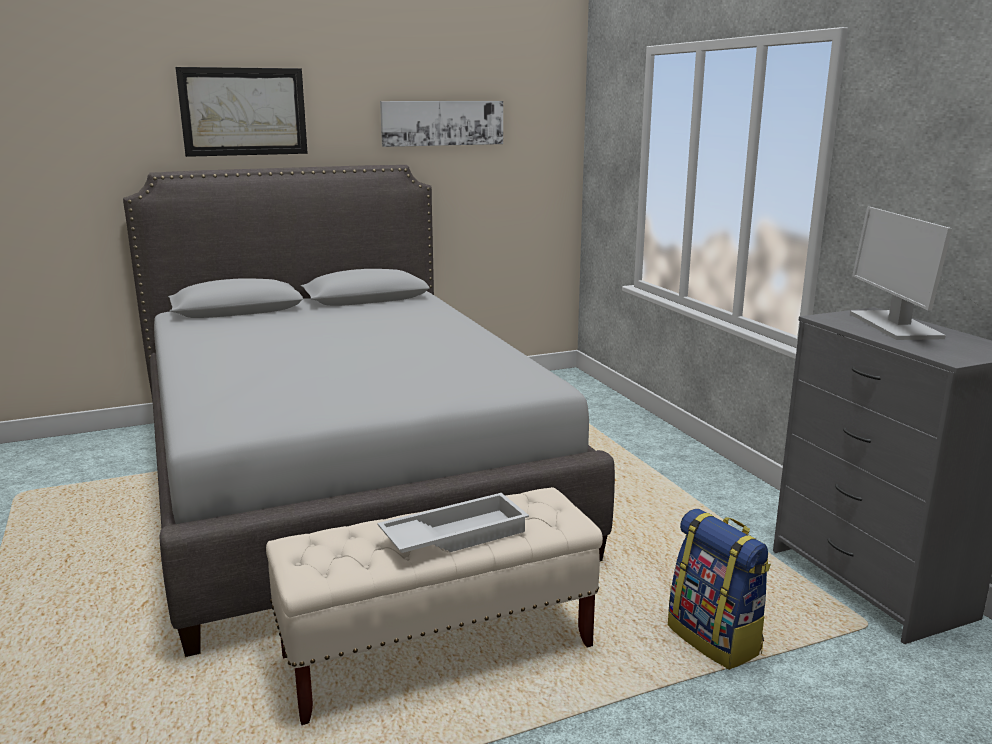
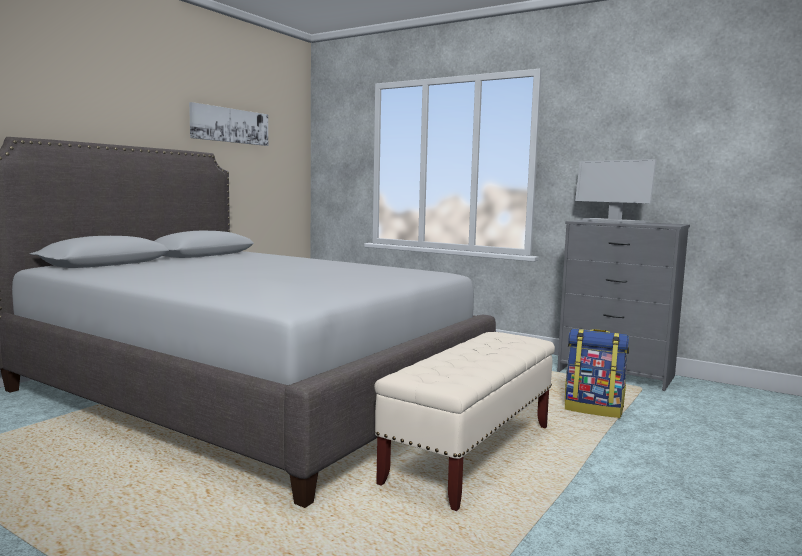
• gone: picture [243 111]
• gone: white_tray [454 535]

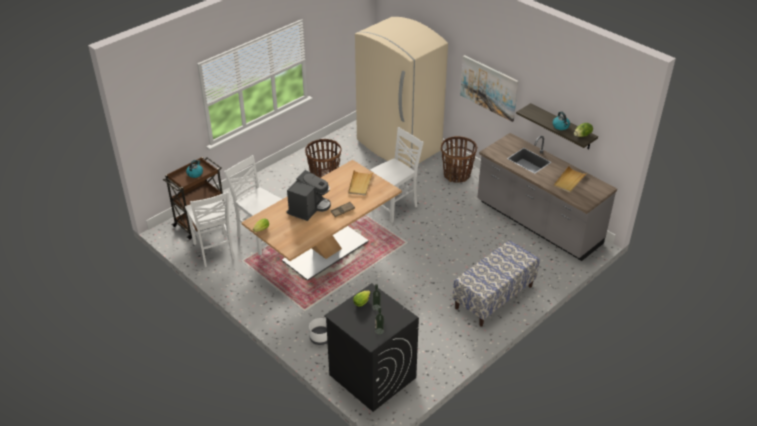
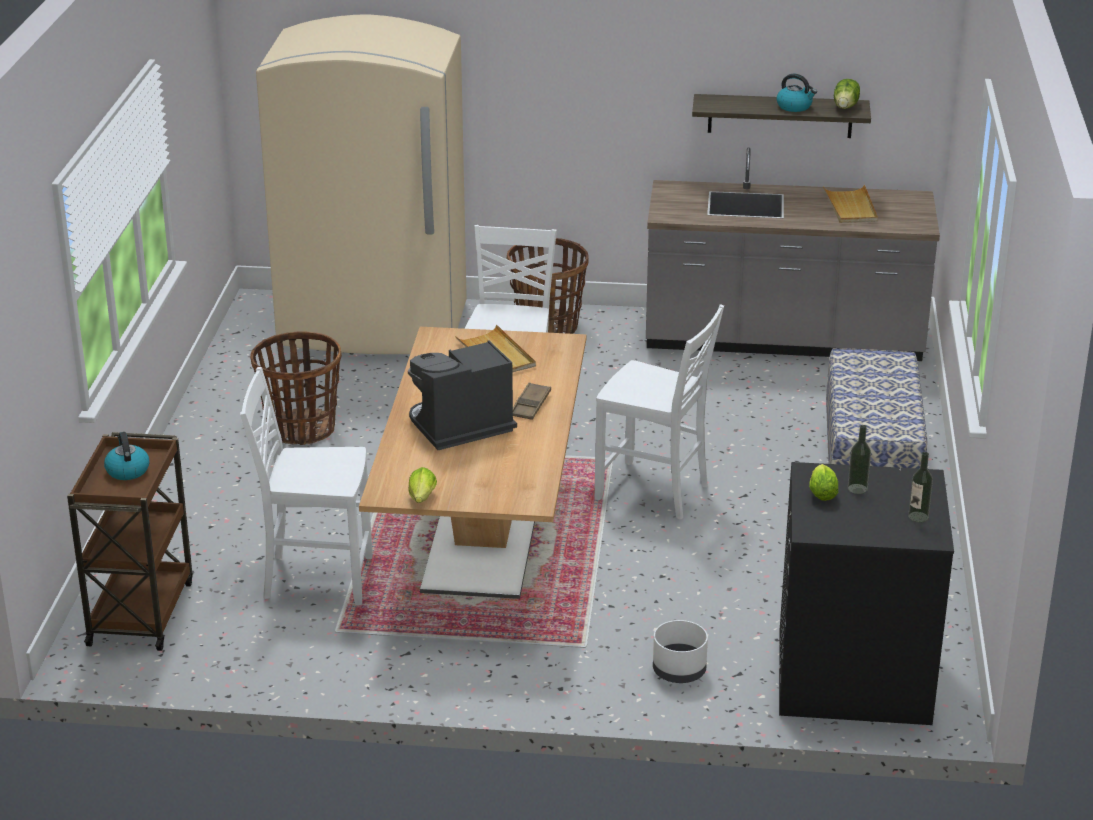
• shifted: white_chair [214 251] to [654 492]
• rotated: coffee_machine [309 208] = [459 428] 105 degrees counterclockwise
• gone: picture [489 87]

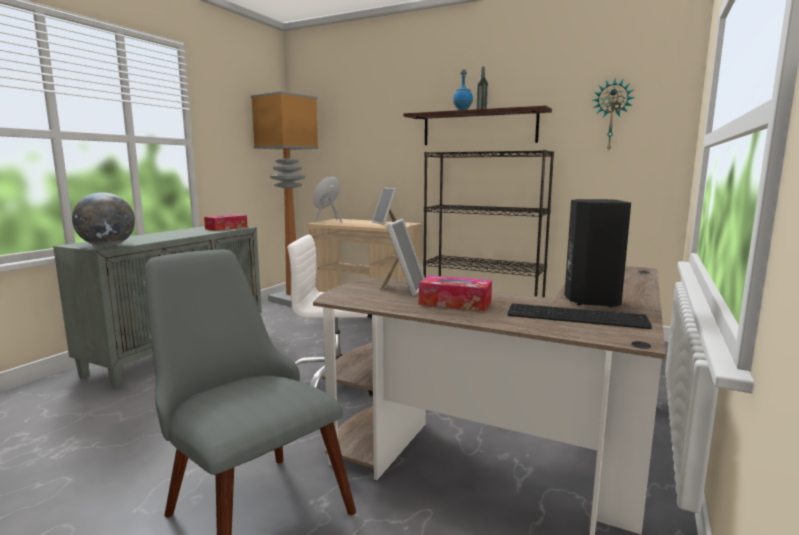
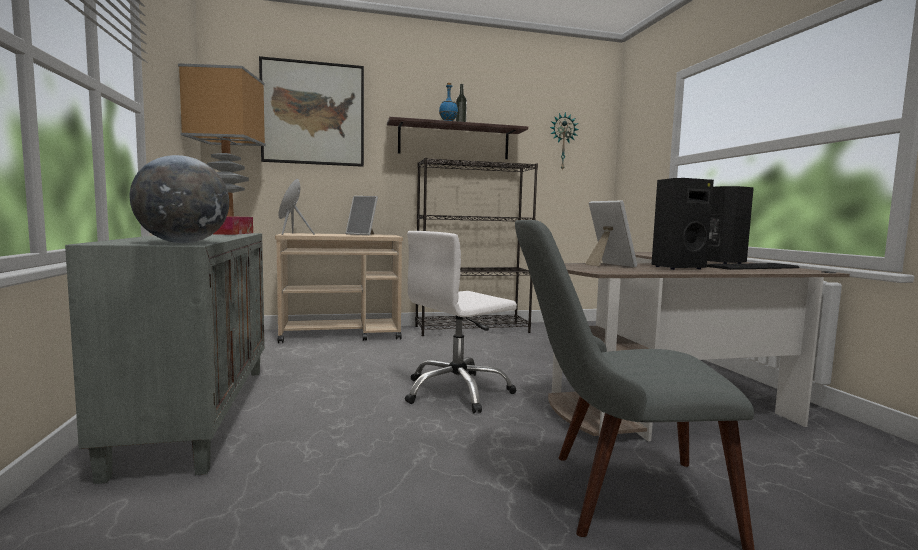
• swapped: tissue_box [455 303] to black_speaker [676 268]
• new: picture [313 114]

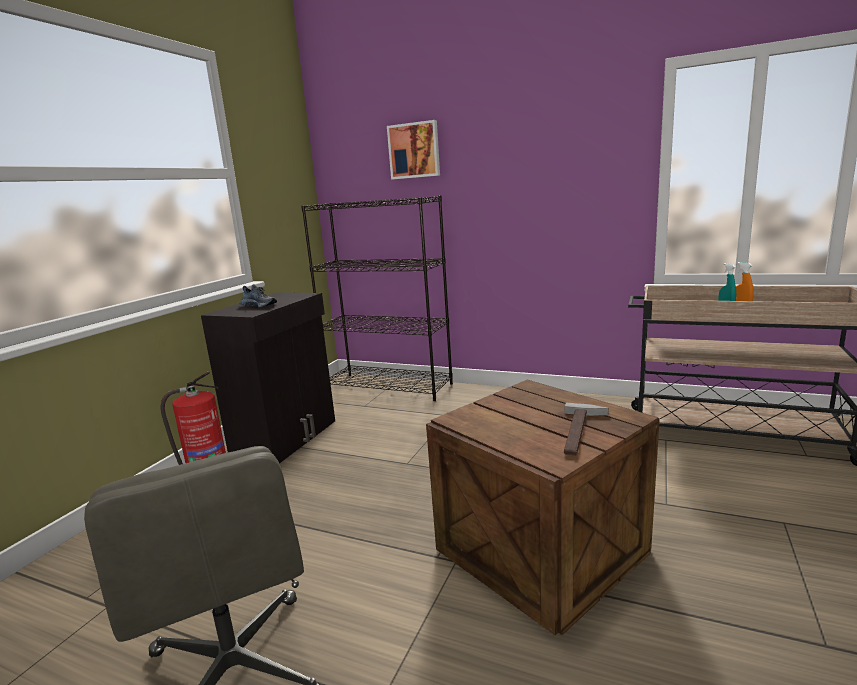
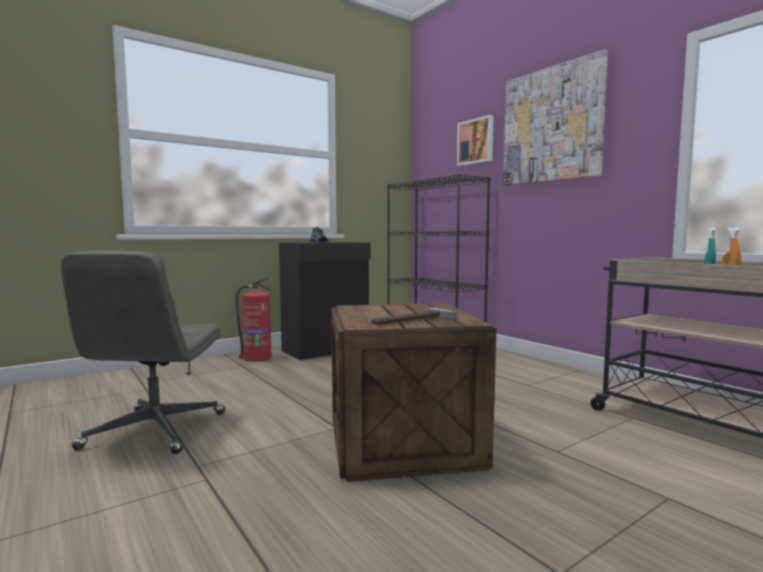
• new: picture [552 125]

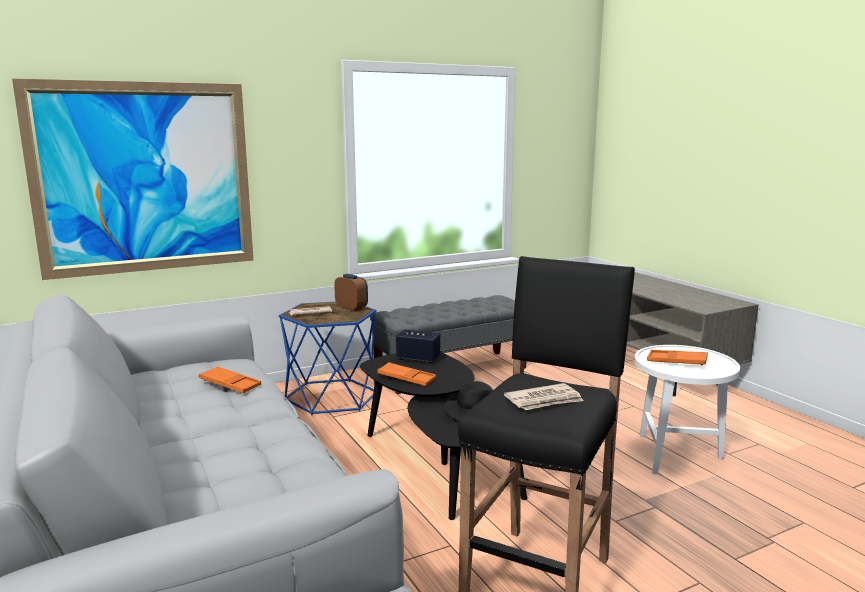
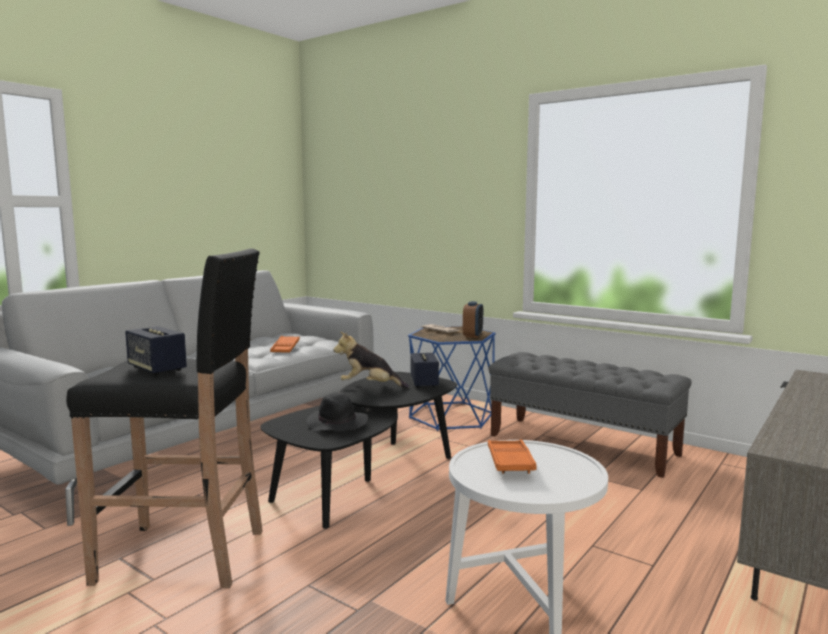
• gone: picture [145 178]
• swapped: orange_tray [406 378] to plush_toy [369 386]
• swapped: newspaper [544 400] to speaker [157 369]

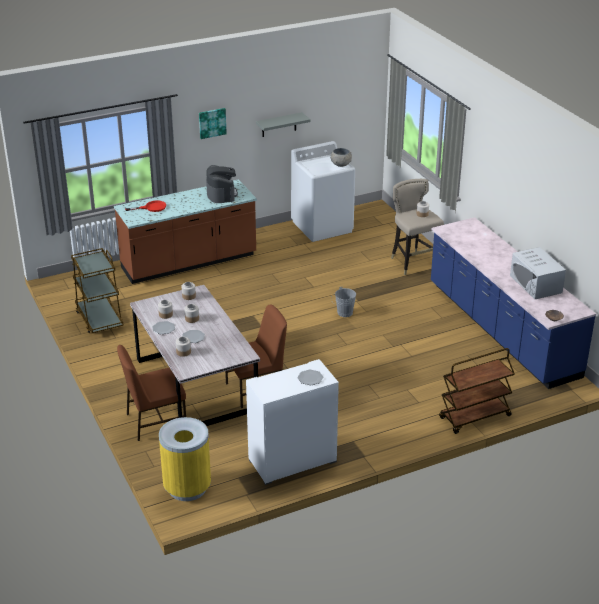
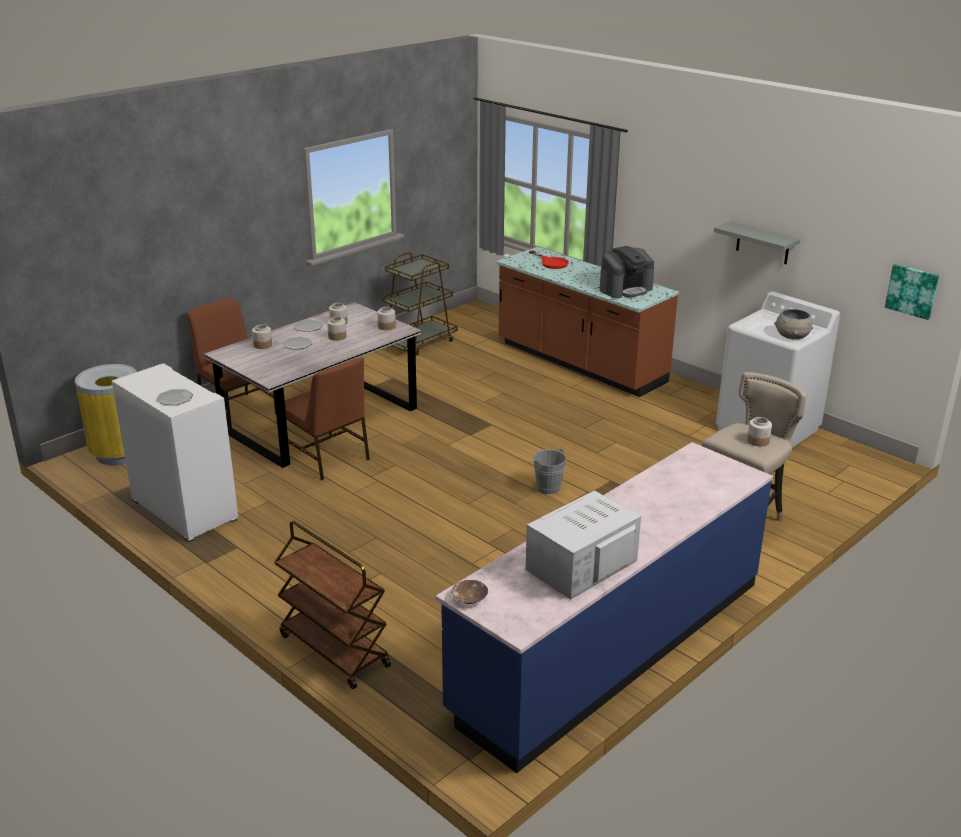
• shifted: picture [212 123] to [912 291]

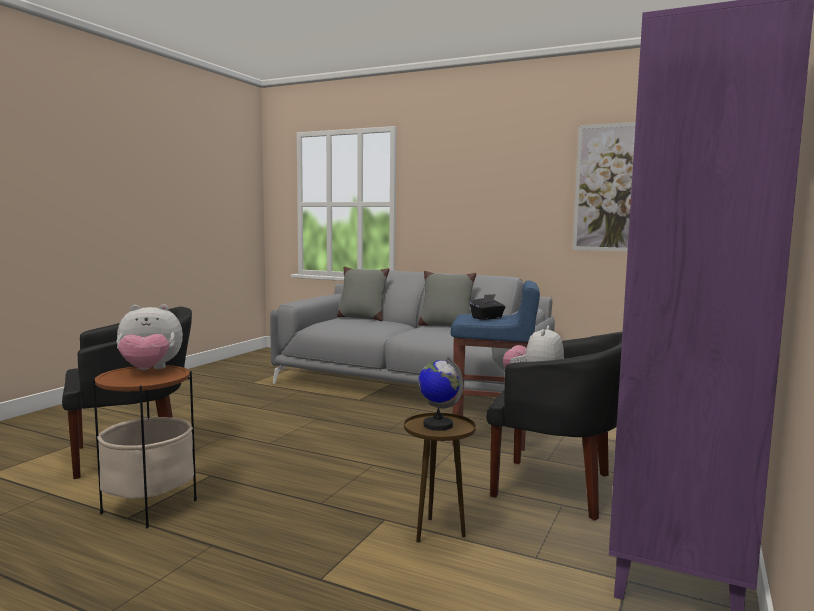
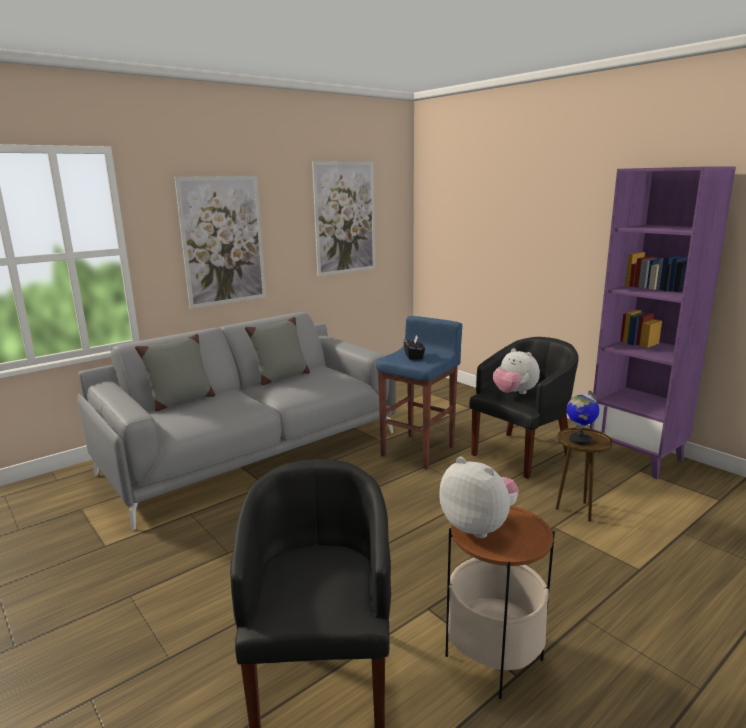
• rotated: plush_toy [150 370] = [478 526] 60 degrees counterclockwise
• new: picture [223 241]

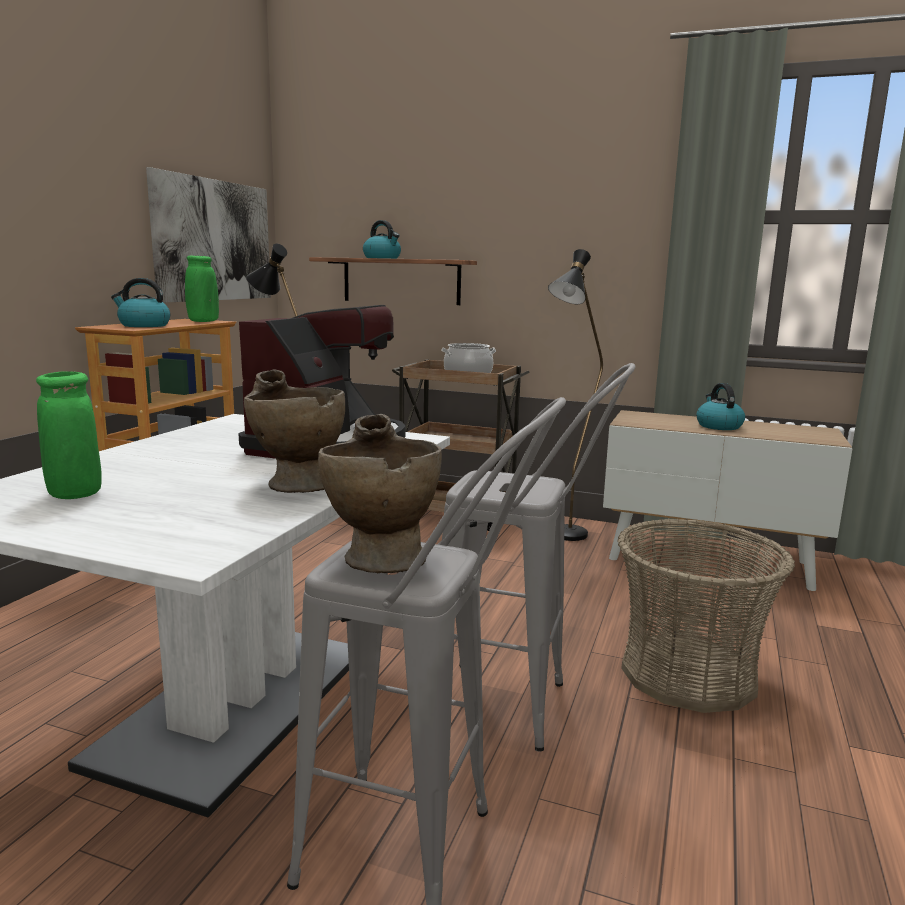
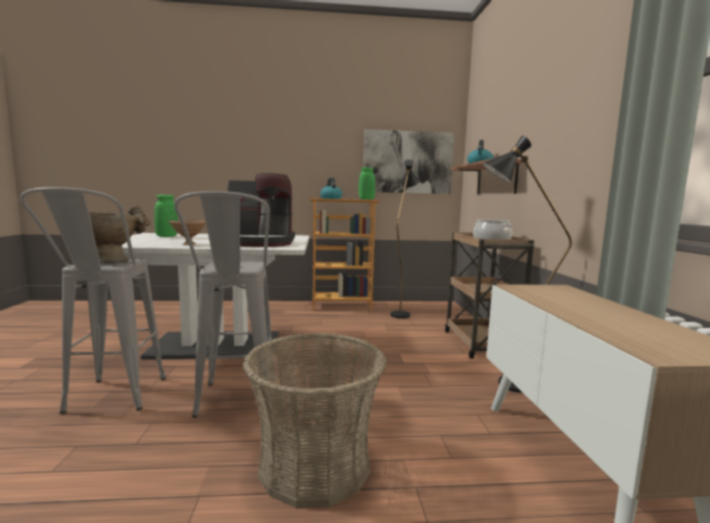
• swapped: beige_vase [293 484] to brown_bowl [188 244]
• gone: kettle [718 426]

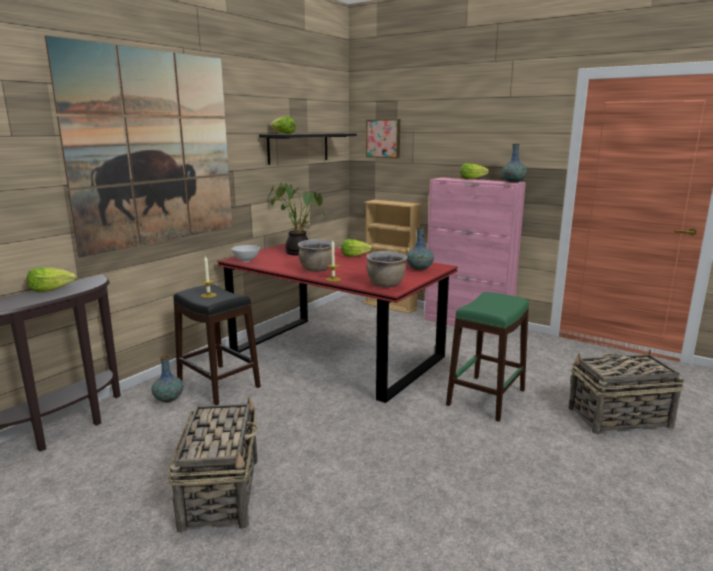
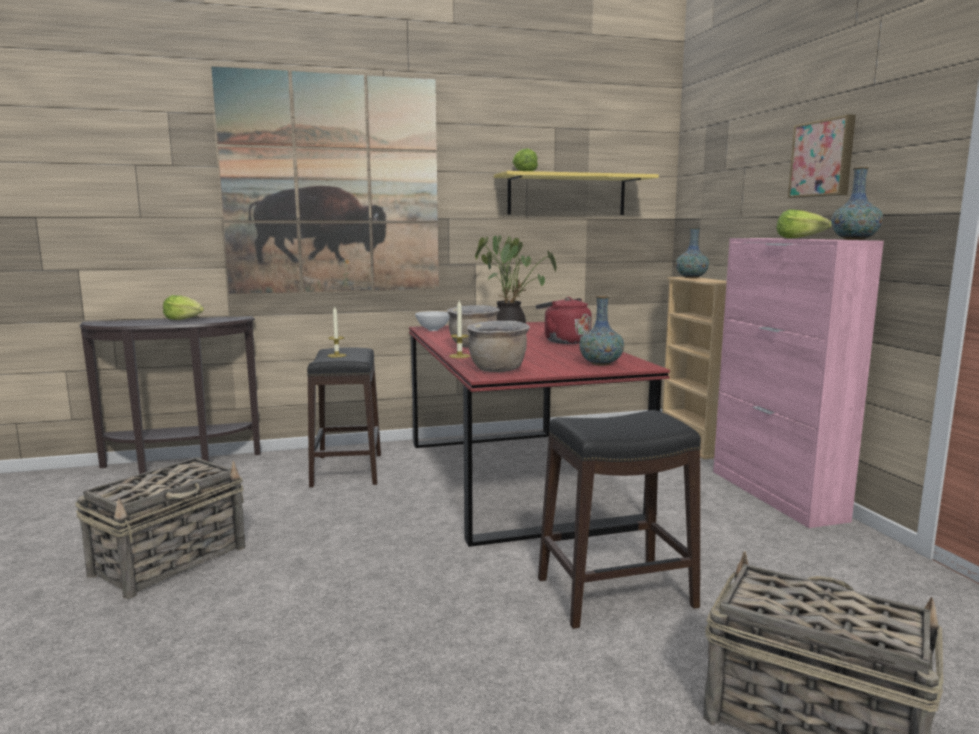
• shifted: vase [168 399] to [691 277]
• repainted: black_shelf [298 148] to yellow_shelf [567 195]
• swapped: lettuce [355 256] to red_kettle [564 341]
• shifted: picture [383 138] to [823 159]
• repainted: green_stool [487 397] to black_stool [616 593]

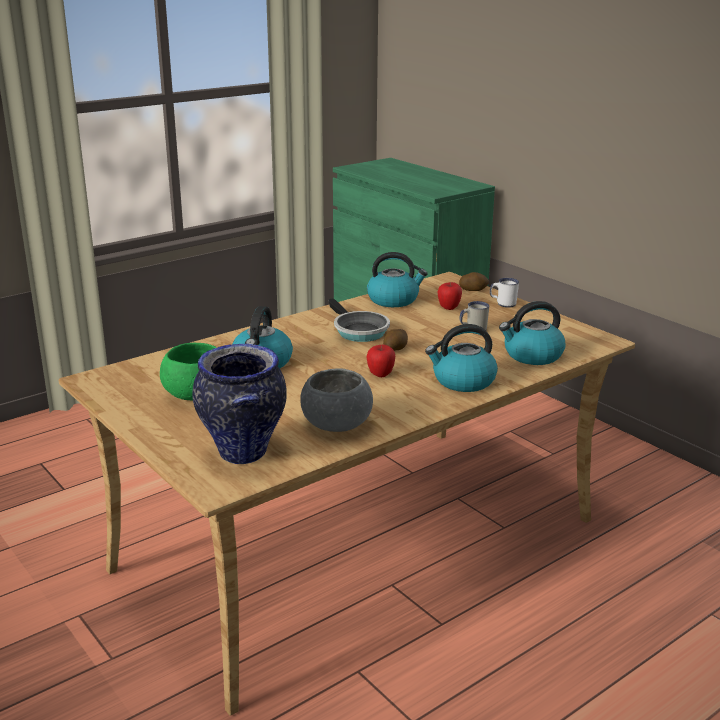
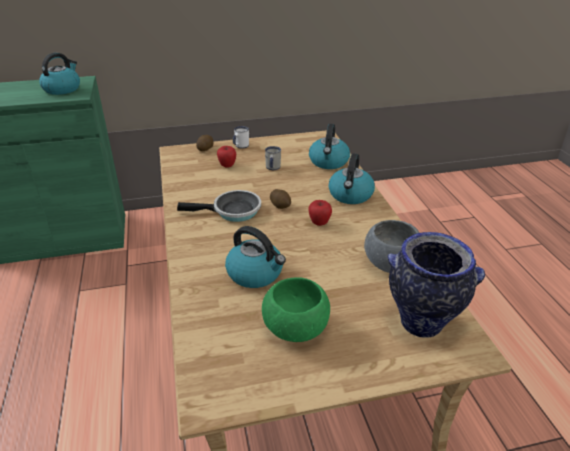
• shifted: kettle [394 300] to [62 89]

